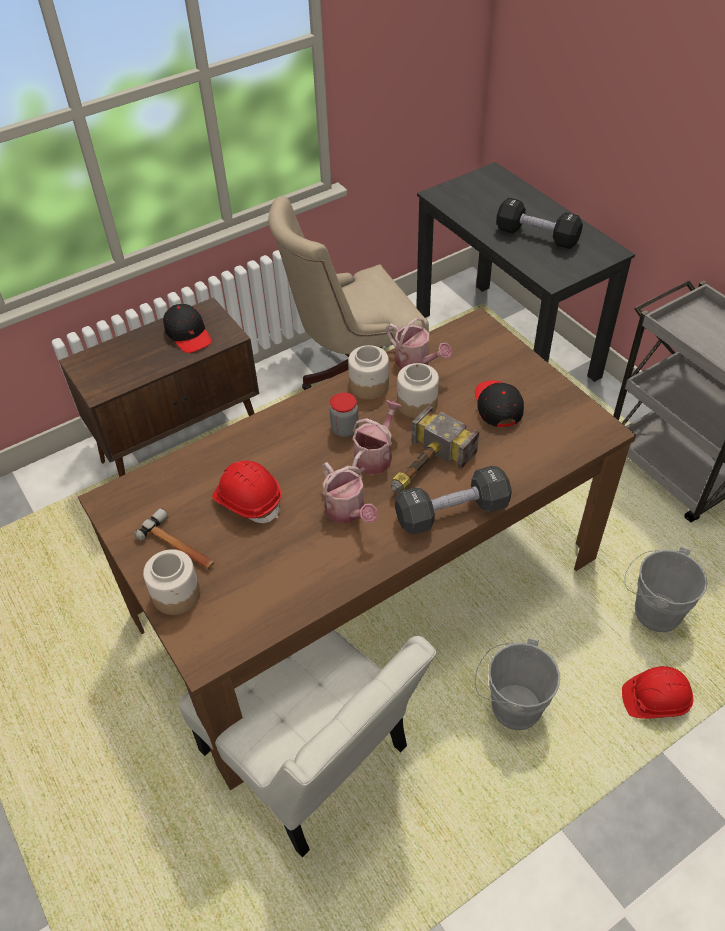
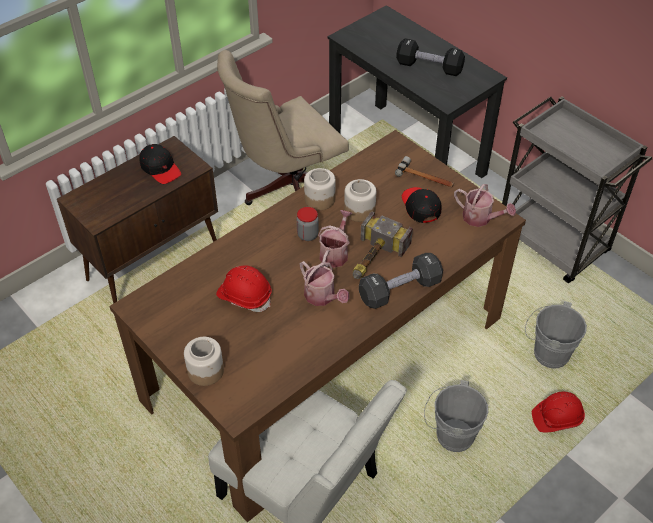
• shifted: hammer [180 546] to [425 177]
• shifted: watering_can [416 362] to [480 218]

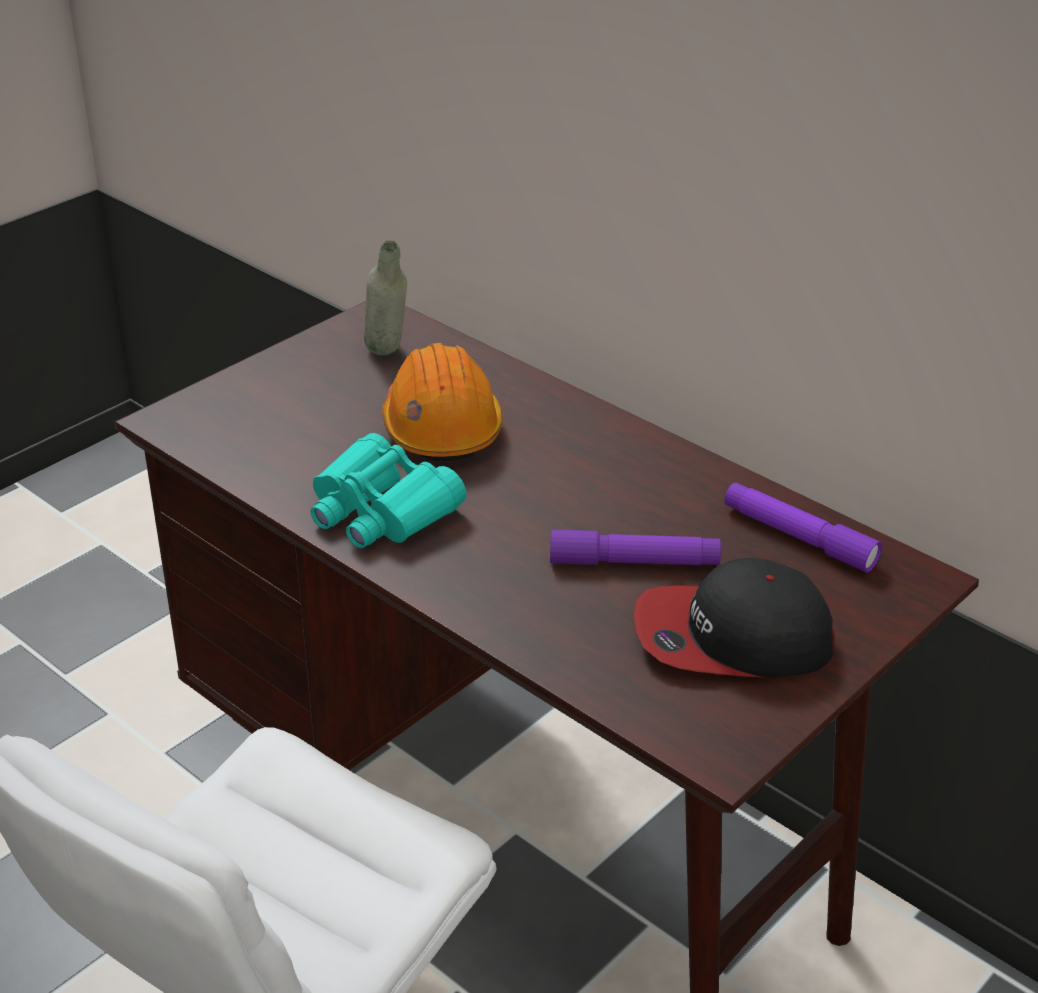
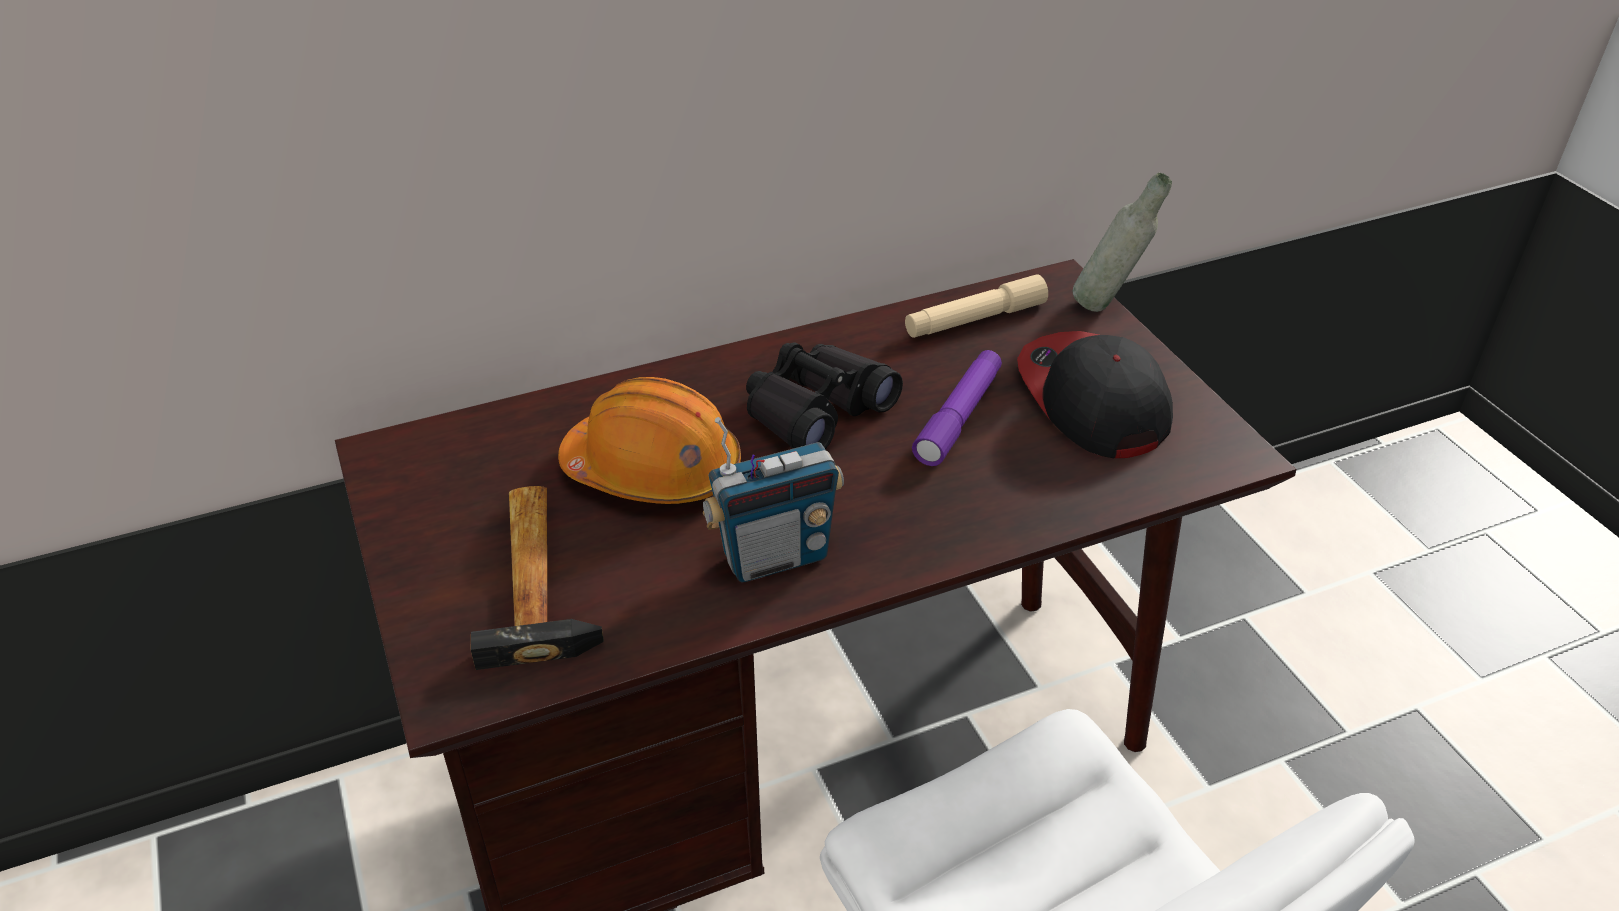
• swapped: turquoise_binoculars [381 511] to radio [774 556]
• shifted: grey_bottle [387 358] to [1108 306]
• rotated: cap [731 638] = [1091 399] 135 degrees clockwise
• repainted: purple_flashlight [798 537] to beige_flashlight [975 319]
• new: hammer [538 575]
• new: black_binoculars [816 410]

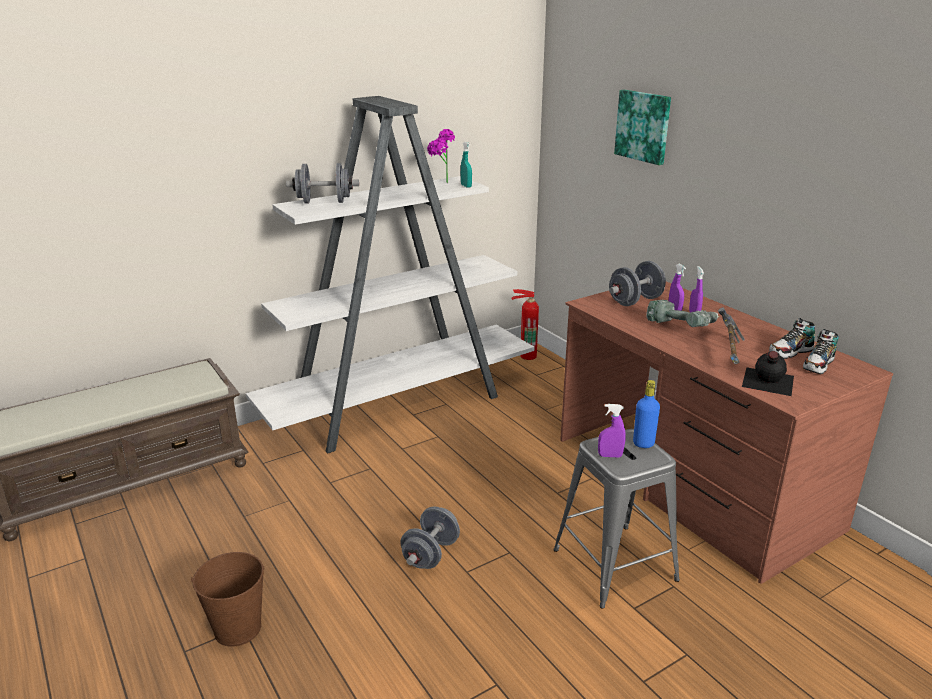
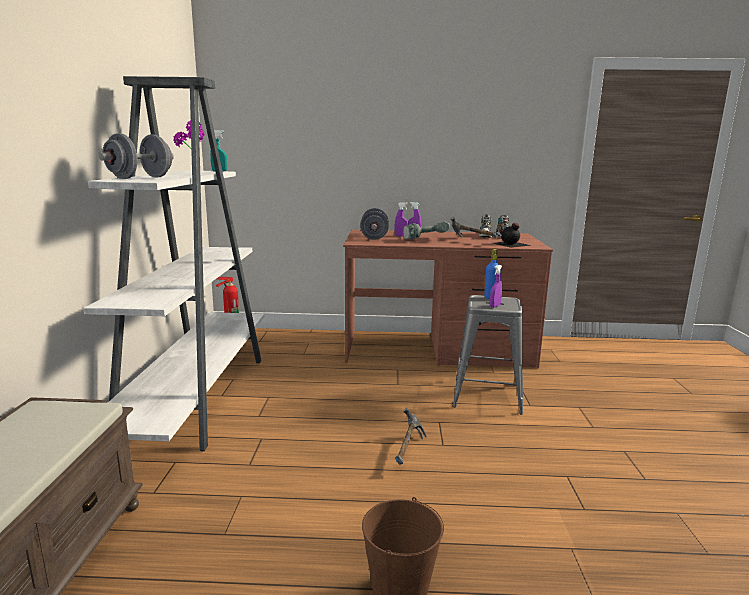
• swapped: grey_dumbbell [430 554] to hammer [407 451]
• gone: picture [643 126]

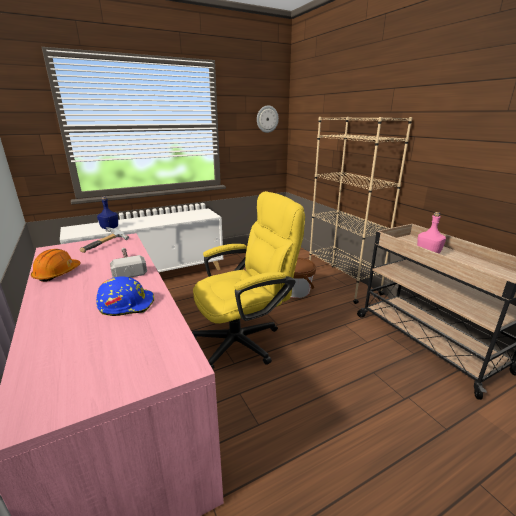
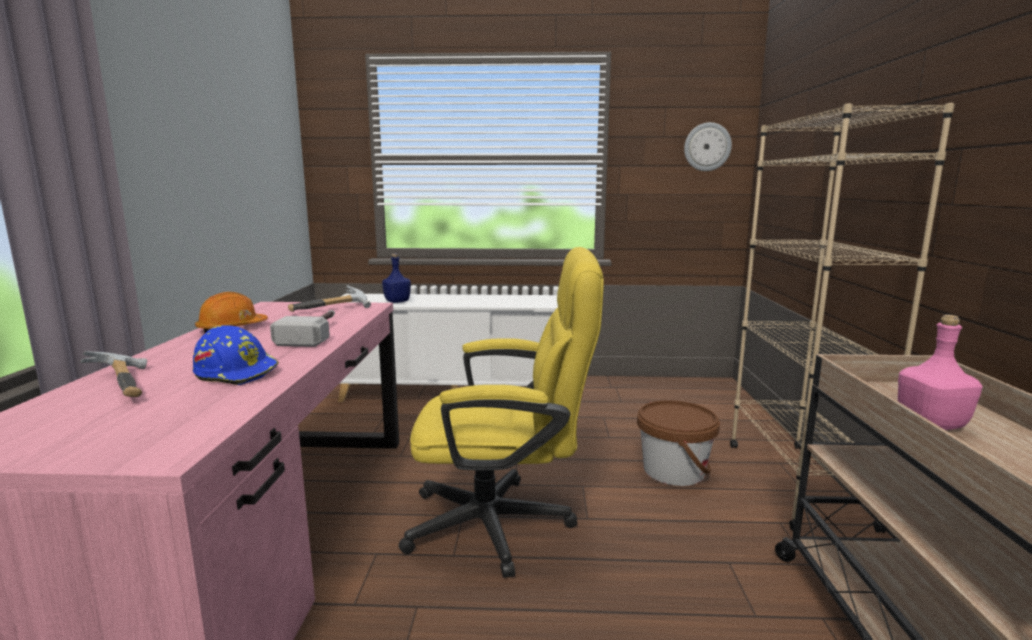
• new: hammer [130 384]

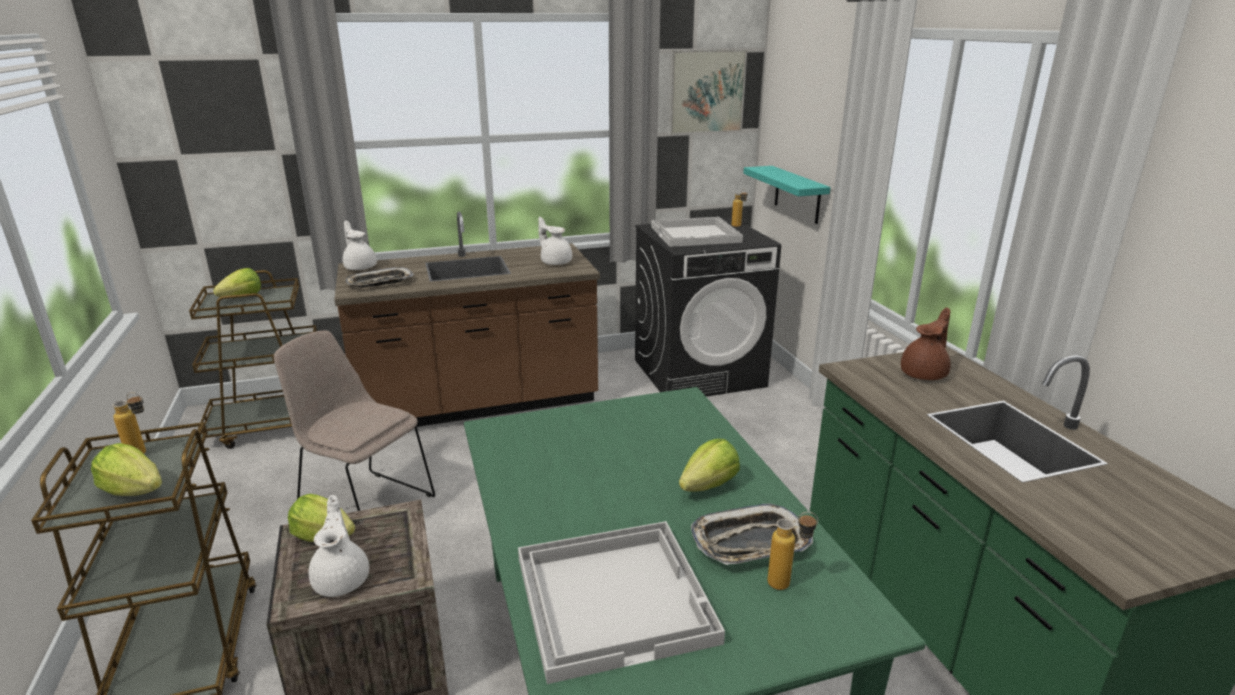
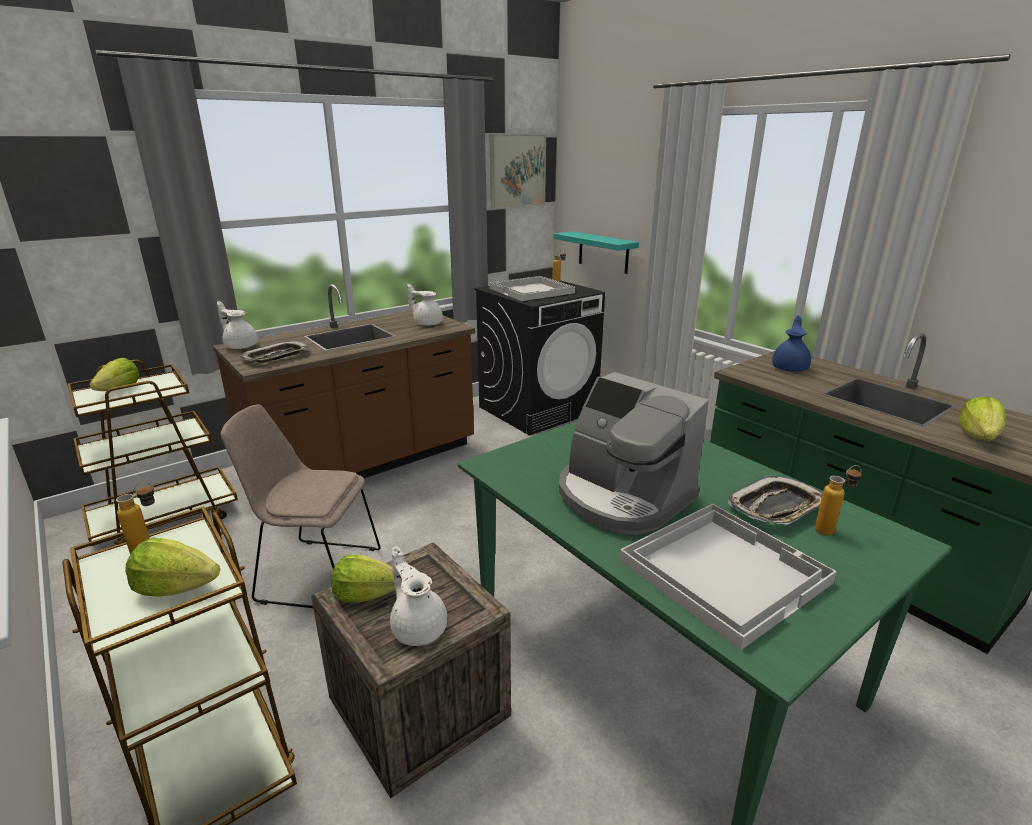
• shifted: lettuce [709 485] to [978 437]
• repainted: brown_teapot [925 374] to blue_teapot [790 368]
• new: coffee_machine [622 497]

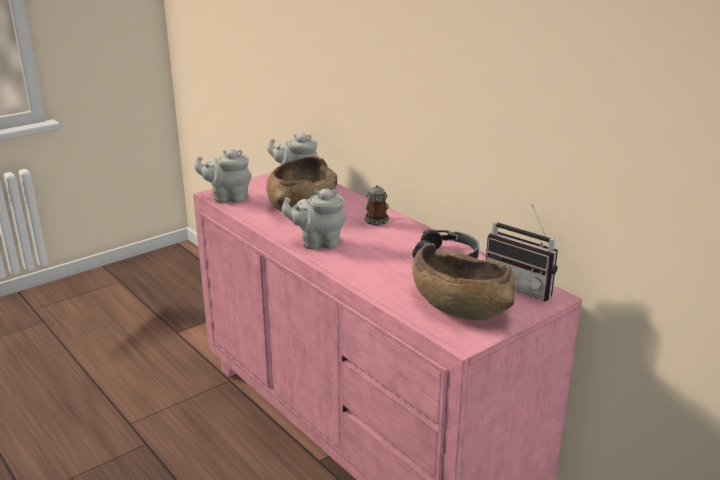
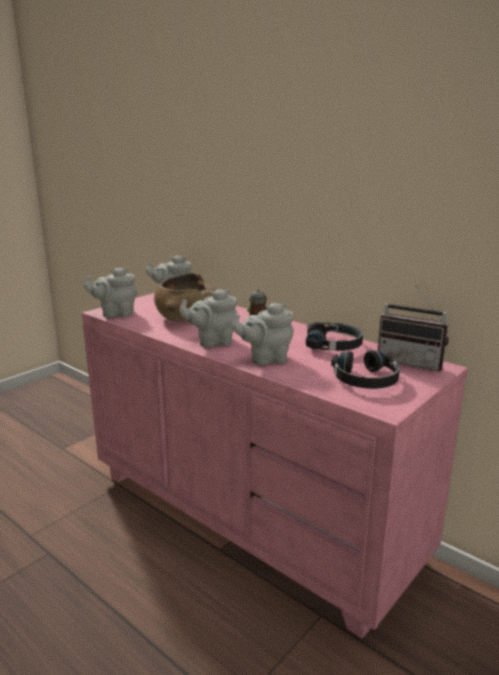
• swapped: brown_bowl [459 304] to black_headphones [365 379]
• new: grey_teapot [265 359]

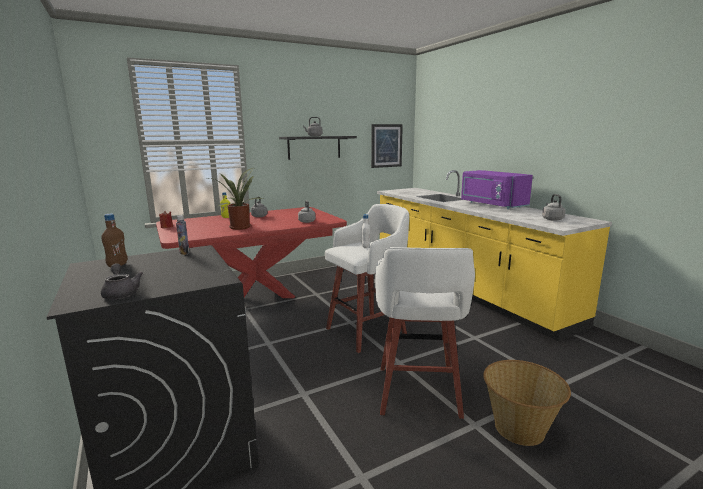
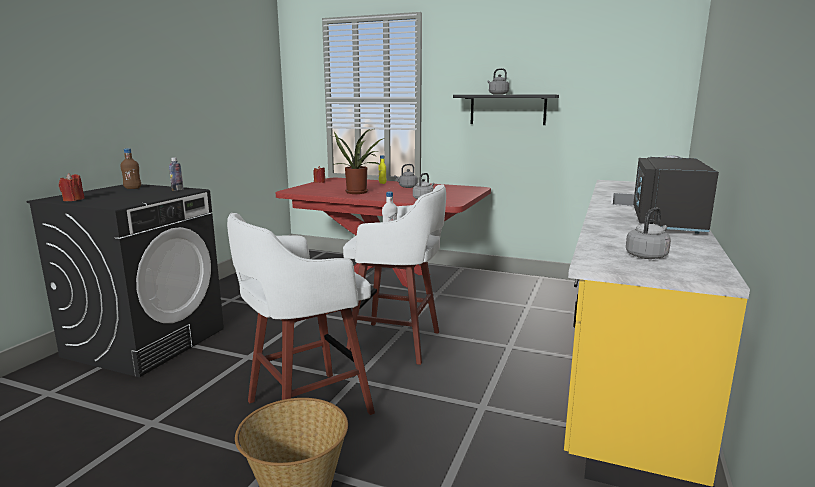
• swapped: grey_teapot [121 293] to red_candle [73 199]
• gone: picture [386 145]
• repainted: purple_microwave [491 204] to black_microwave [665 221]

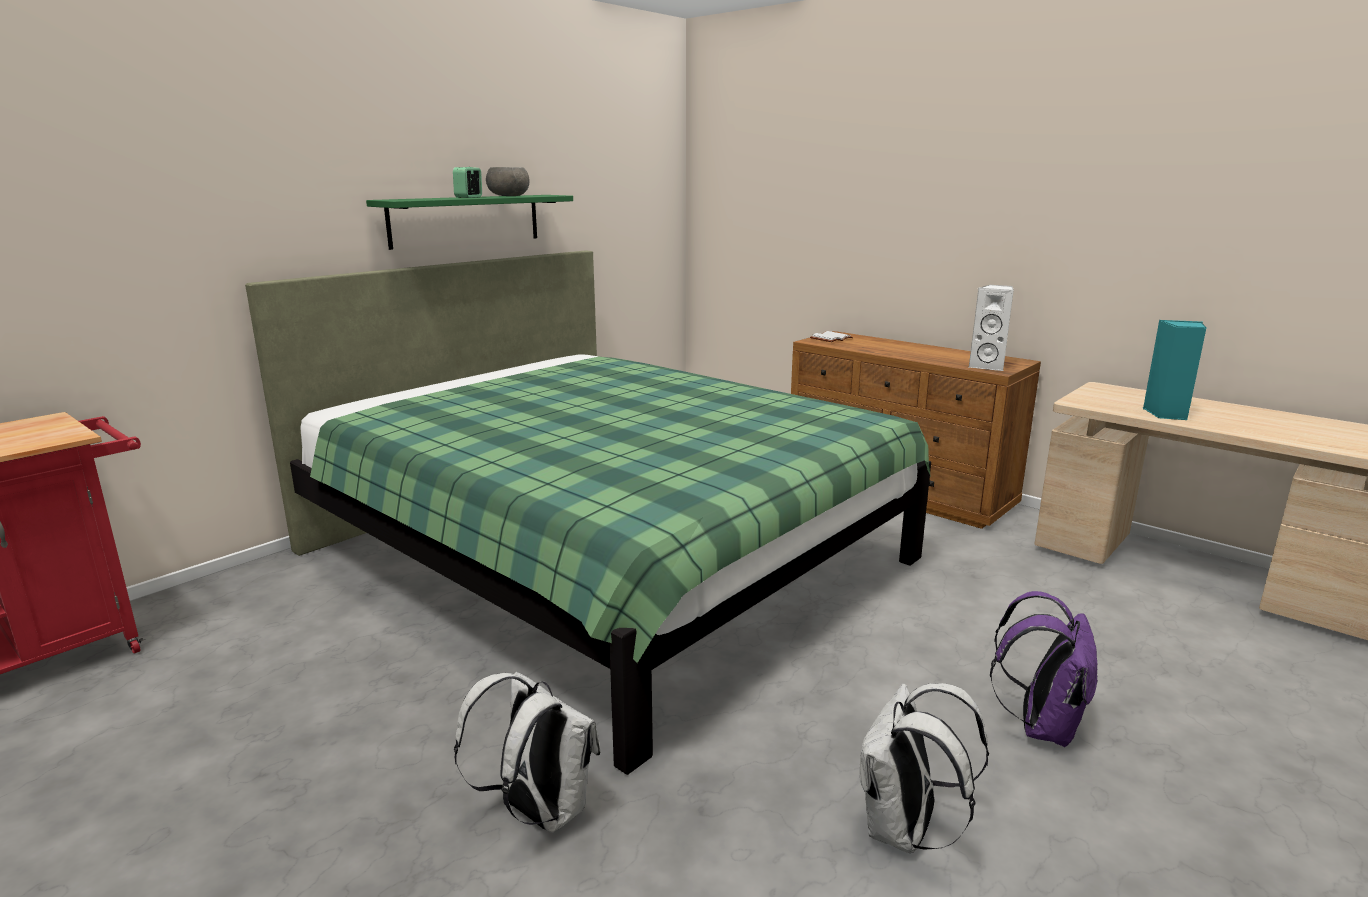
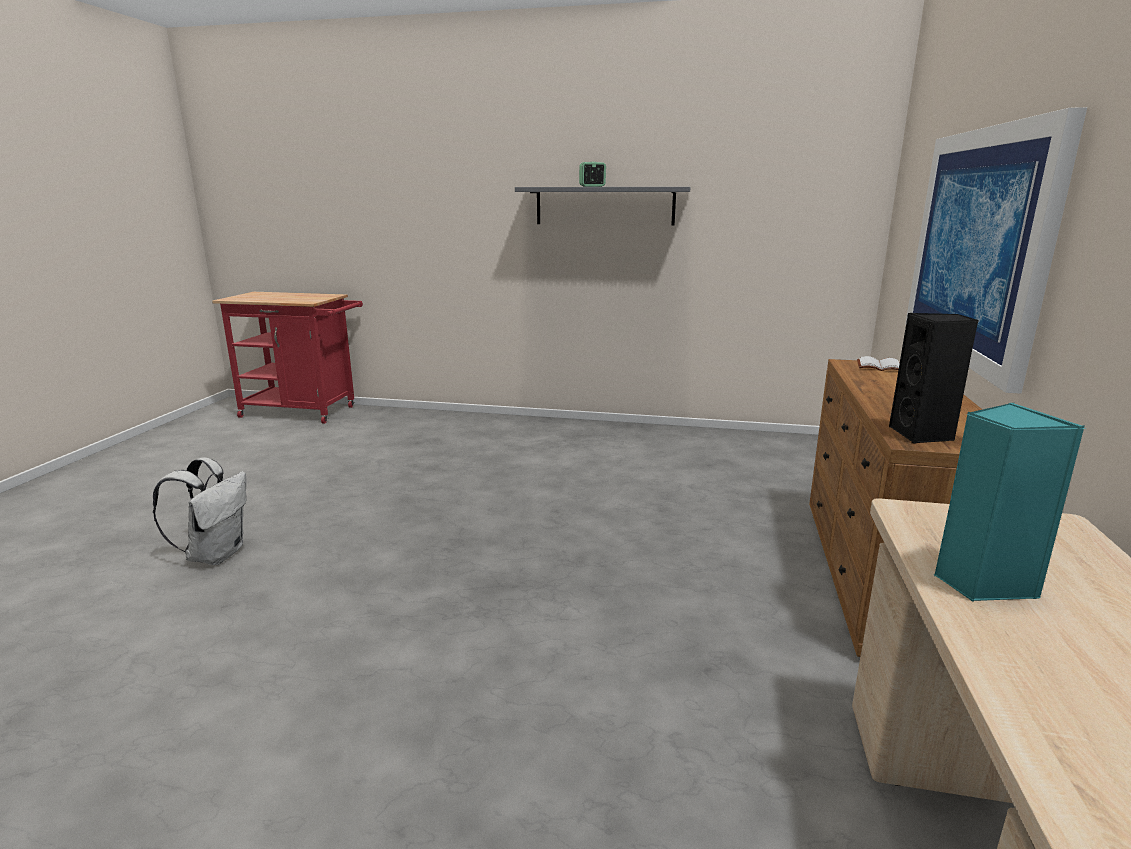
• gone: green_bed [605 557]
• repainted: green_shelf [466 220] to grey_shelf [605 206]
• gone: grey_bowl [509 196]
• gone: white_backpack [904 830]
• repainted: white_speaker [988 366] to black_speaker [922 435]
• gone: purple_backpack [1041 726]
• new: picture [978 245]

